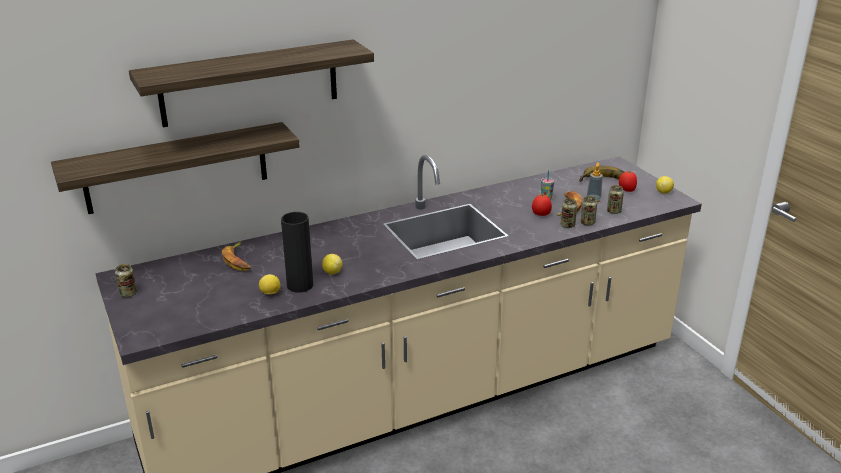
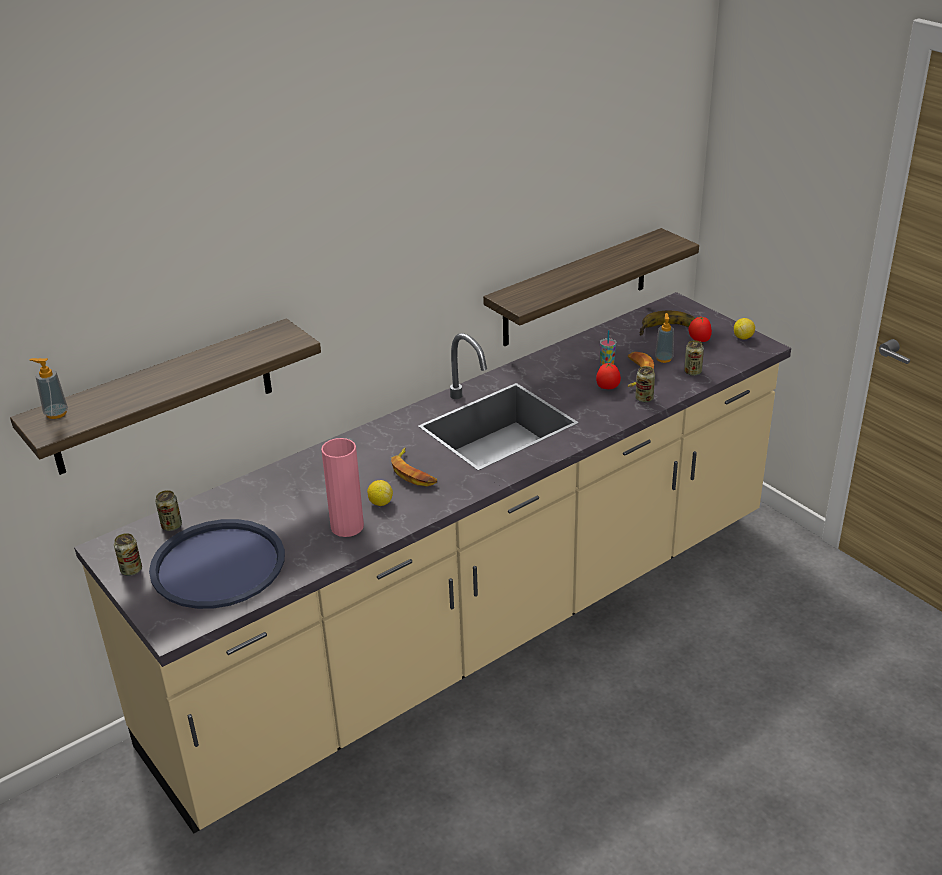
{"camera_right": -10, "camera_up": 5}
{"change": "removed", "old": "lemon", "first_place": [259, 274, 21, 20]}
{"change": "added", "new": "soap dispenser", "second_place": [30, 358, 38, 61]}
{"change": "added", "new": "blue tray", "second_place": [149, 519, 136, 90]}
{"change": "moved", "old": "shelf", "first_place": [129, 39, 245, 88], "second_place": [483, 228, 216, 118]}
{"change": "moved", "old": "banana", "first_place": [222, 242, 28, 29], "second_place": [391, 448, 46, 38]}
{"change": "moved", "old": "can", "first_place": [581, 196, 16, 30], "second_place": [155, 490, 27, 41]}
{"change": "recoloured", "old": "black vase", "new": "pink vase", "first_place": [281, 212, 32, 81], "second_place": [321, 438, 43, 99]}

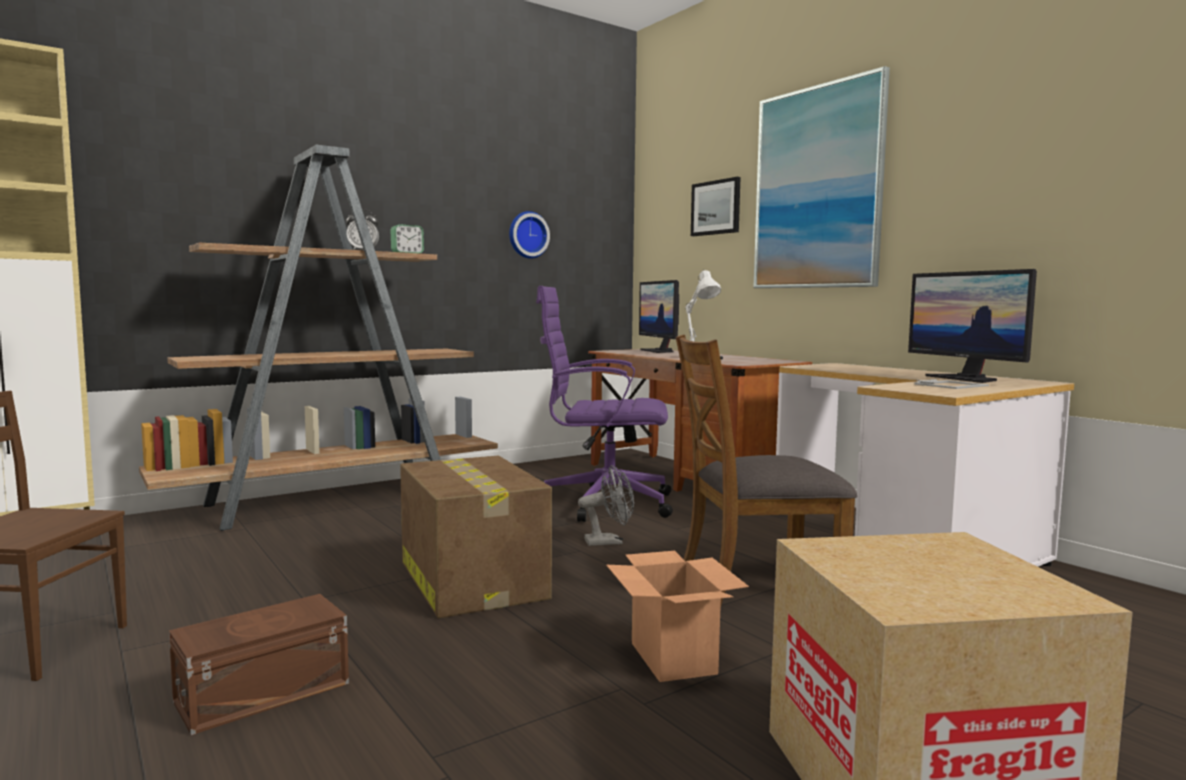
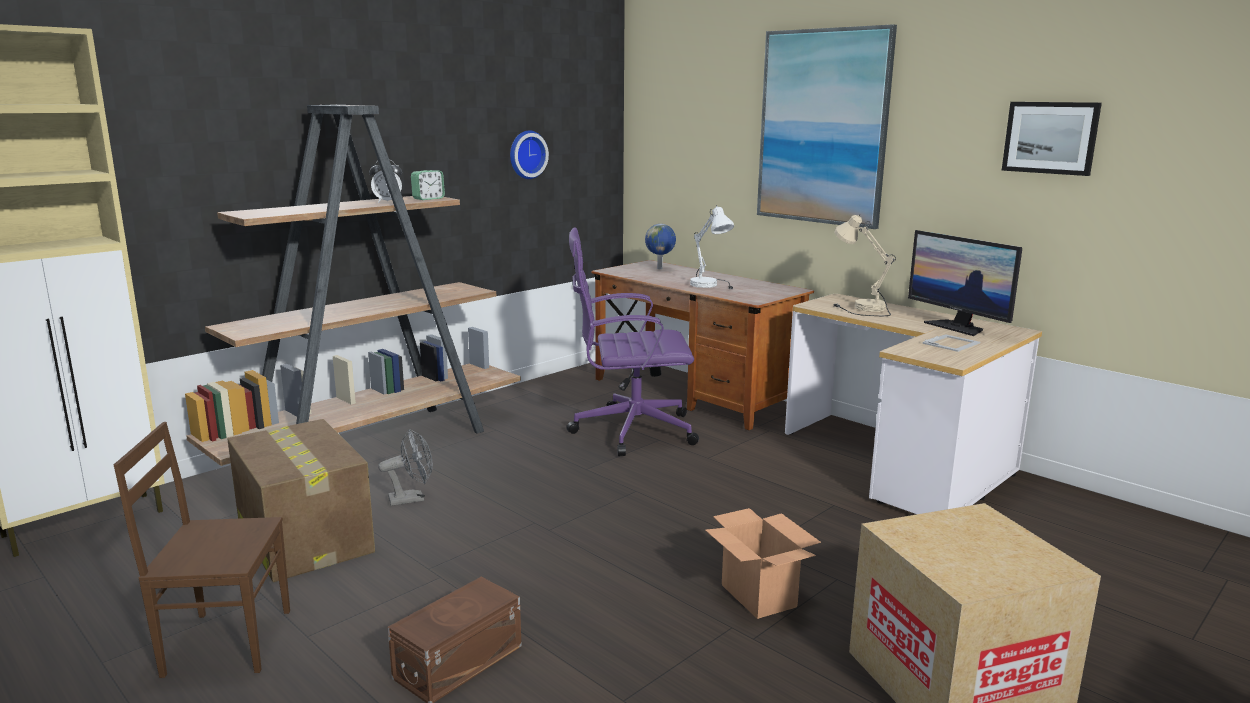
{"camera_right": -10, "camera_up": 10}
{"change": "removed", "old": "brown chair", "first_place": [676, 335, 181, 273]}
{"change": "added", "new": "beige table lamp", "second_place": [833, 215, 63, 101]}
{"change": "moved", "old": "cardboard box", "first_place": [400, 456, 152, 162], "second_place": [227, 419, 148, 163]}
{"change": "moved", "old": "grey fan", "first_place": [578, 465, 56, 81], "second_place": [378, 429, 55, 77]}
{"change": "moved", "old": "picture", "first_place": [691, 177, 50, 59], "second_place": [1002, 102, 100, 74]}
{"change": "replaced", "old": "monitor", "new": "globe", "first_place": [639, 280, 40, 73], "second_place": [645, 224, 31, 45]}

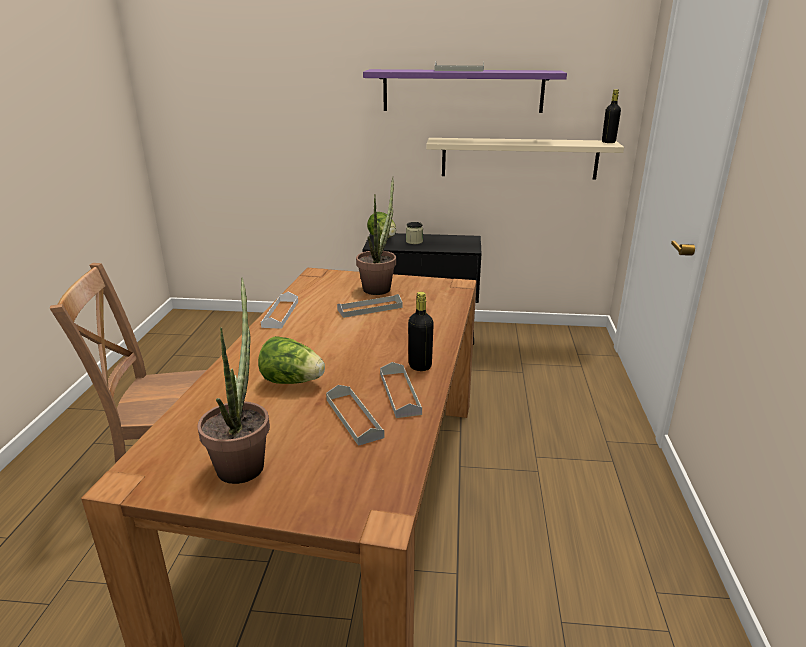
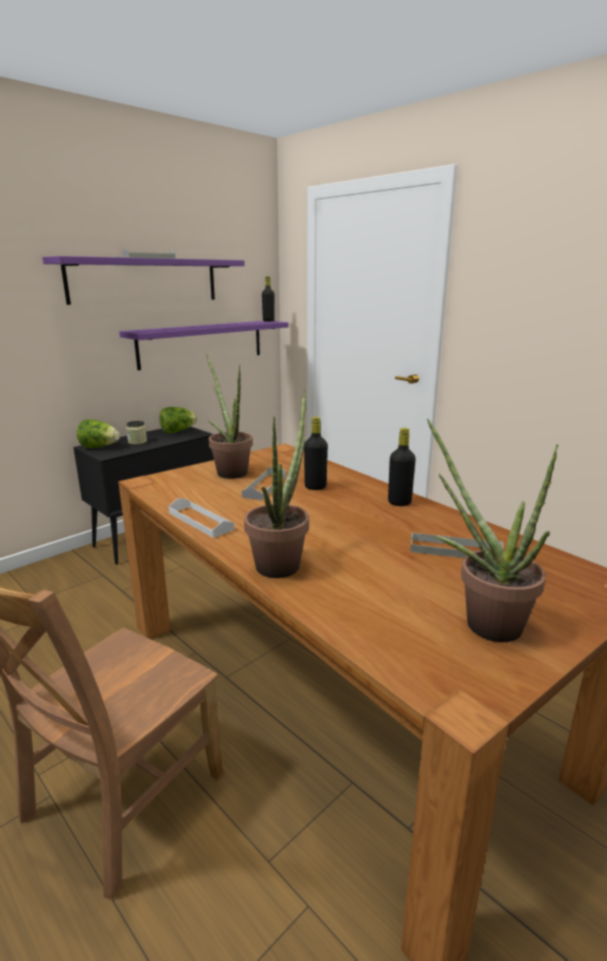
{"camera_right": -50, "camera_up": -5}
{"change": "removed", "old": "grey tray", "first_place": [380, 362, 42, 56]}
{"change": "added", "new": "potted plant", "second_place": [244, 389, 65, 189]}
{"change": "added", "new": "black bottle", "second_place": [304, 417, 24, 73]}
{"change": "moved", "old": "lettuce", "first_place": [258, 336, 67, 48], "second_place": [159, 407, 38, 26]}
{"change": "recoloured", "old": "beige shelf", "new": "purple shelf", "first_place": [426, 138, 198, 42], "second_place": [119, 321, 170, 49]}

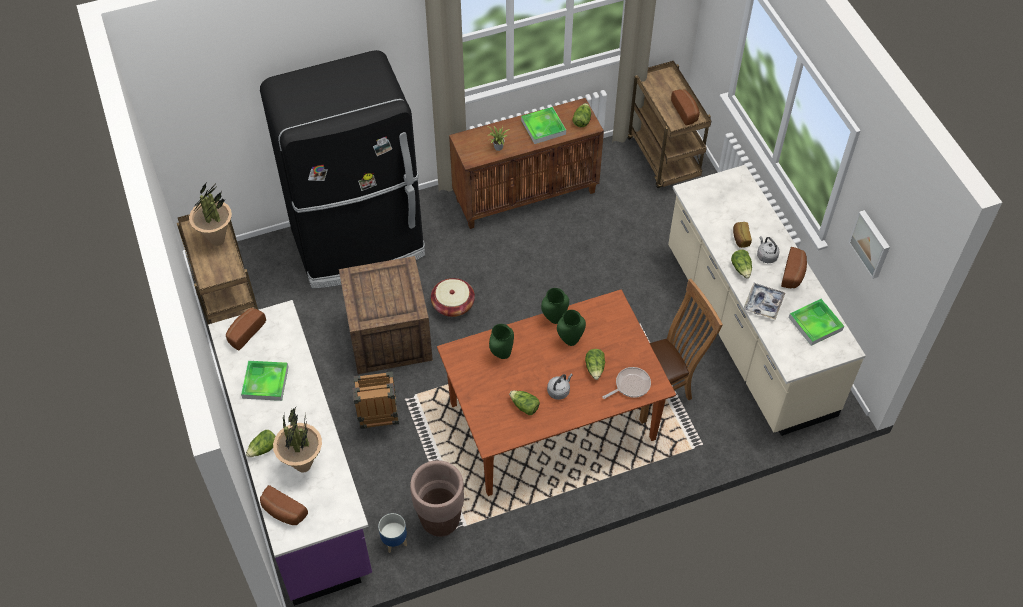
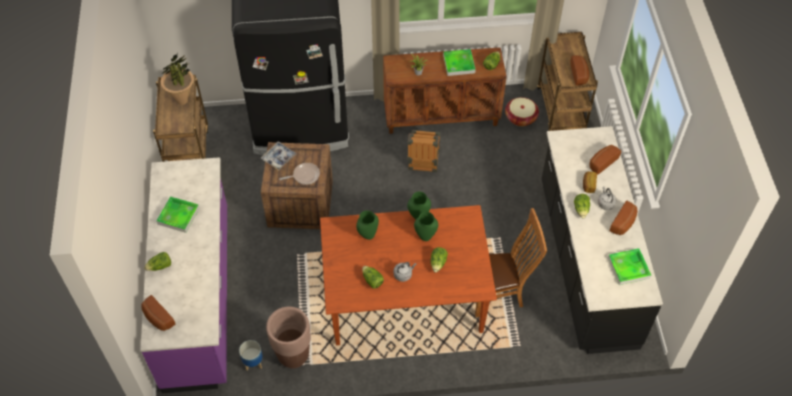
{"camera_right": 15, "camera_up": 0}
{"change": "removed", "old": "potted plant", "first_place": [273, 407, 49, 65]}
{"change": "removed", "old": "picture", "first_place": [848, 210, 42, 69]}
{"change": "moved", "old": "bread", "first_place": [226, 308, 40, 42], "second_place": [590, 145, 31, 30]}
{"change": "moved", "old": "crate", "first_place": [353, 371, 46, 58], "second_place": [407, 130, 33, 42]}
{"change": "moved", "old": "basket", "first_place": [431, 278, 44, 39], "second_place": [505, 97, 34, 29]}
{"change": "moved", "old": "frying pan", "first_place": [602, 367, 49, 32], "second_place": [279, 163, 41, 22]}
{"change": "moved", "old": "tray", "first_place": [744, 283, 42, 37], "second_place": [261, 142, 36, 28]}
{"change": "recoloured", "old": "beige counter", "new": "black counter", "first_place": [668, 165, 198, 271], "second_place": [542, 126, 121, 228]}

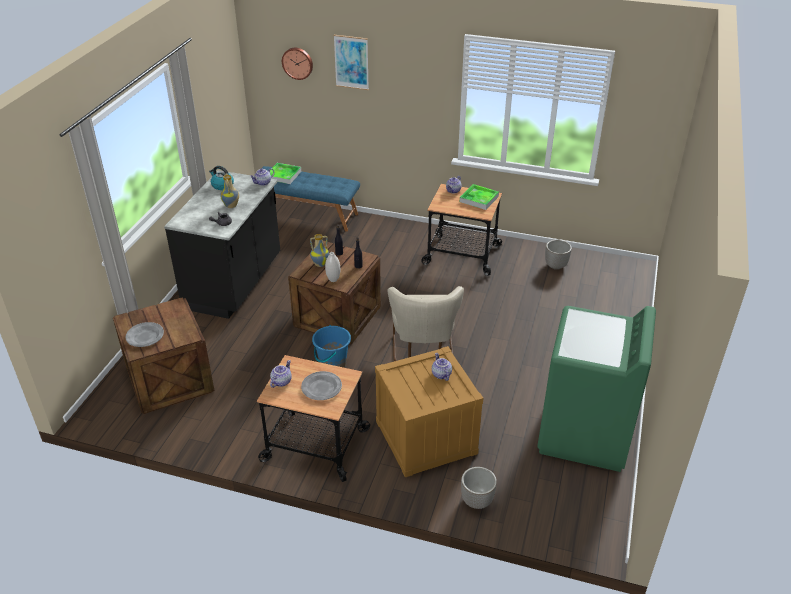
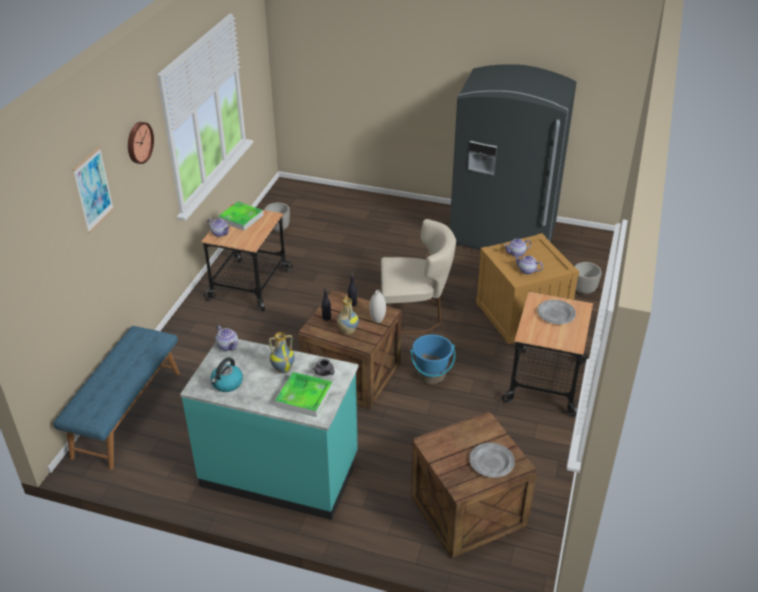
{"camera_right": -90, "camera_up": 0}
{"change": "moved", "old": "tray", "first_place": [270, 163, 31, 21], "second_place": [275, 372, 58, 45]}
{"change": "moved", "old": "teapot", "first_place": [270, 360, 22, 28], "second_place": [514, 255, 29, 20]}
{"change": "moved", "old": "wall clock", "first_place": [282, 48, 31, 32], "second_place": [128, 122, 26, 42]}
{"change": "replaced", "old": "green washing machine", "new": "grey fridge", "first_place": [537, 306, 119, 166], "second_place": [450, 64, 127, 186]}
{"change": "recoloured", "old": "black counter", "new": "turquoise counter", "first_place": [164, 170, 116, 149], "second_place": [180, 339, 179, 181]}

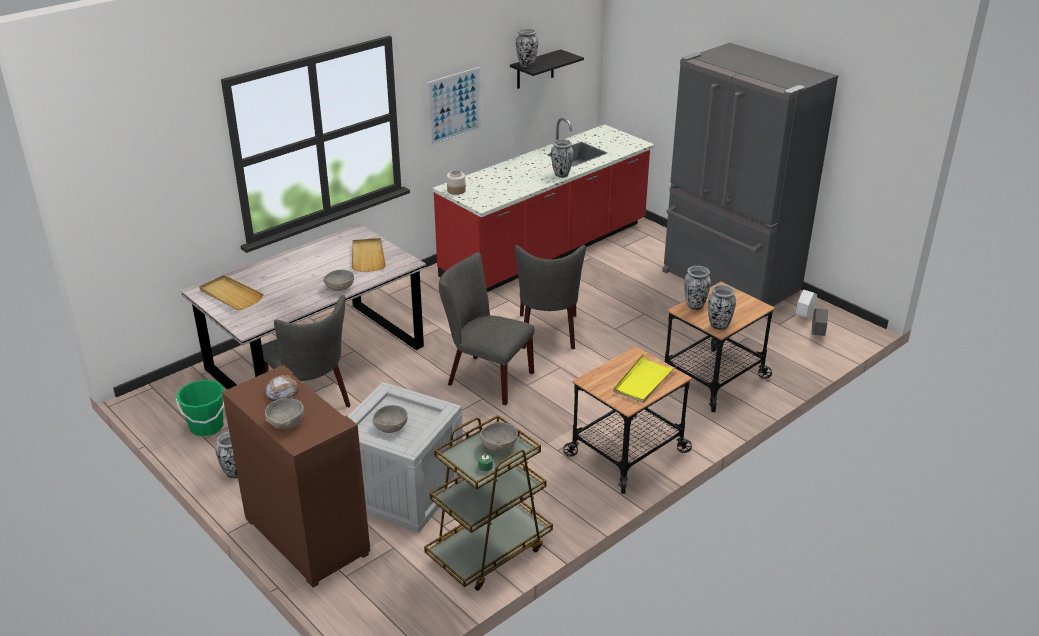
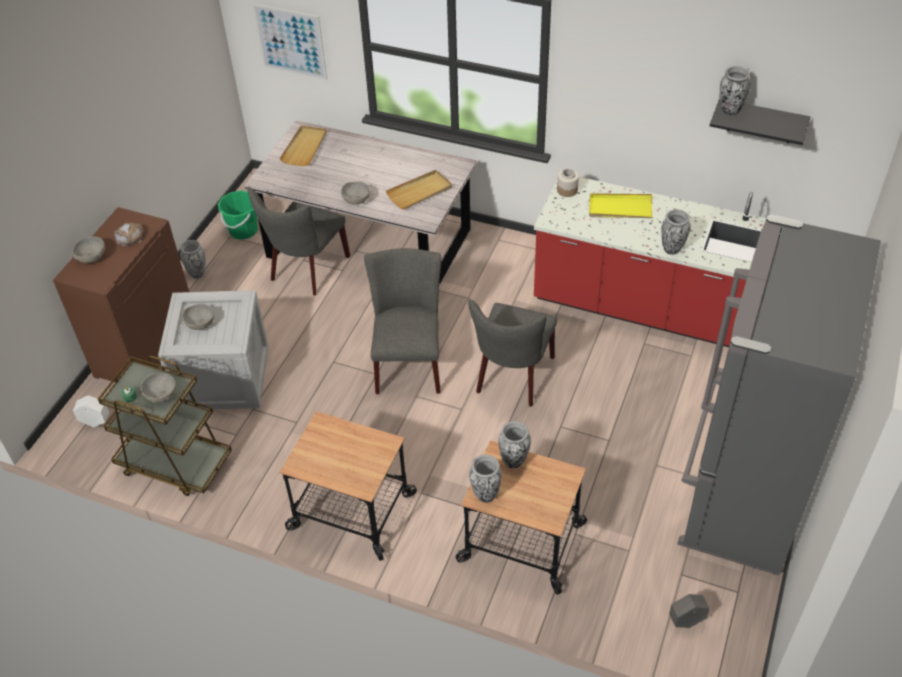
{"camera_right": 65, "camera_up": 15}
{"change": "moved", "old": "picture", "first_place": [427, 67, 54, 79], "second_place": [253, 4, 74, 76]}
{"change": "moved", "old": "yellow tray", "first_place": [613, 354, 64, 49], "second_place": [589, 193, 64, 25]}
{"change": "moved", "old": "white planter", "first_place": [796, 290, 21, 29], "second_place": [73, 395, 36, 32]}
{"change": "turned", "old": "grey chair", "first_place": [515, 245, 71, 105], "second_place": [468, 299, 89, 108], "degrees": -45}

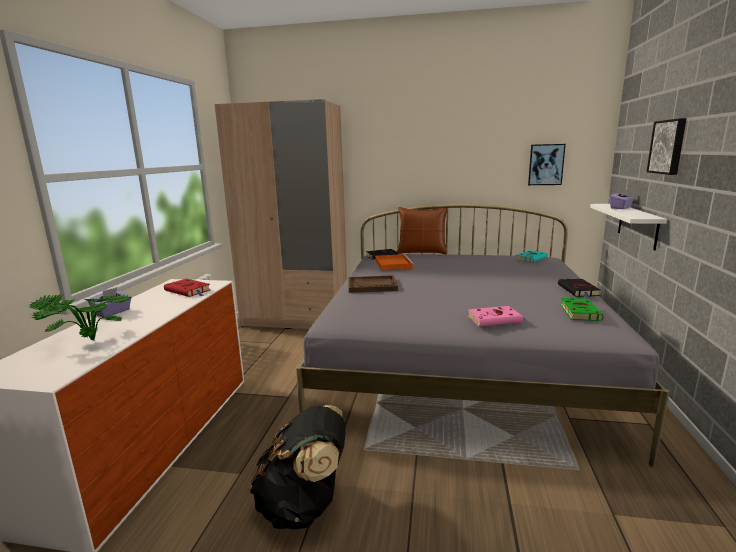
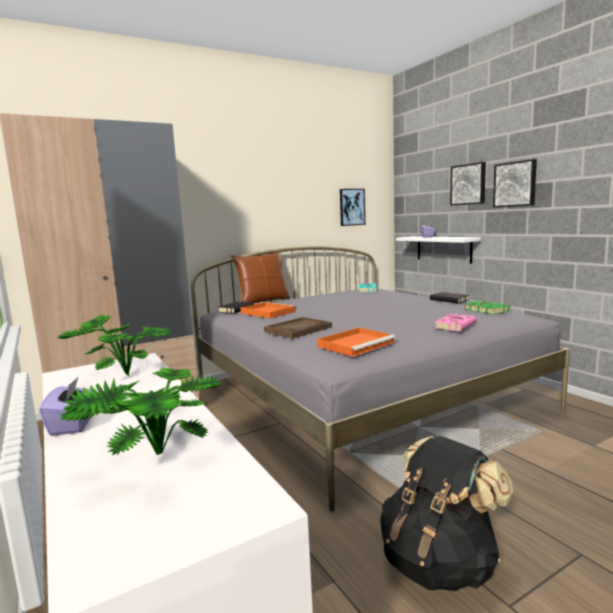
{"camera_right": -40, "camera_up": -5}
{"change": "added", "new": "orange tray", "second_place": [317, 327, 78, 30]}
{"change": "added", "new": "picture", "second_place": [493, 159, 44, 48]}
{"change": "replaced", "old": "red book", "new": "potted plant", "first_place": [164, 279, 46, 18], "second_place": [57, 315, 114, 61]}

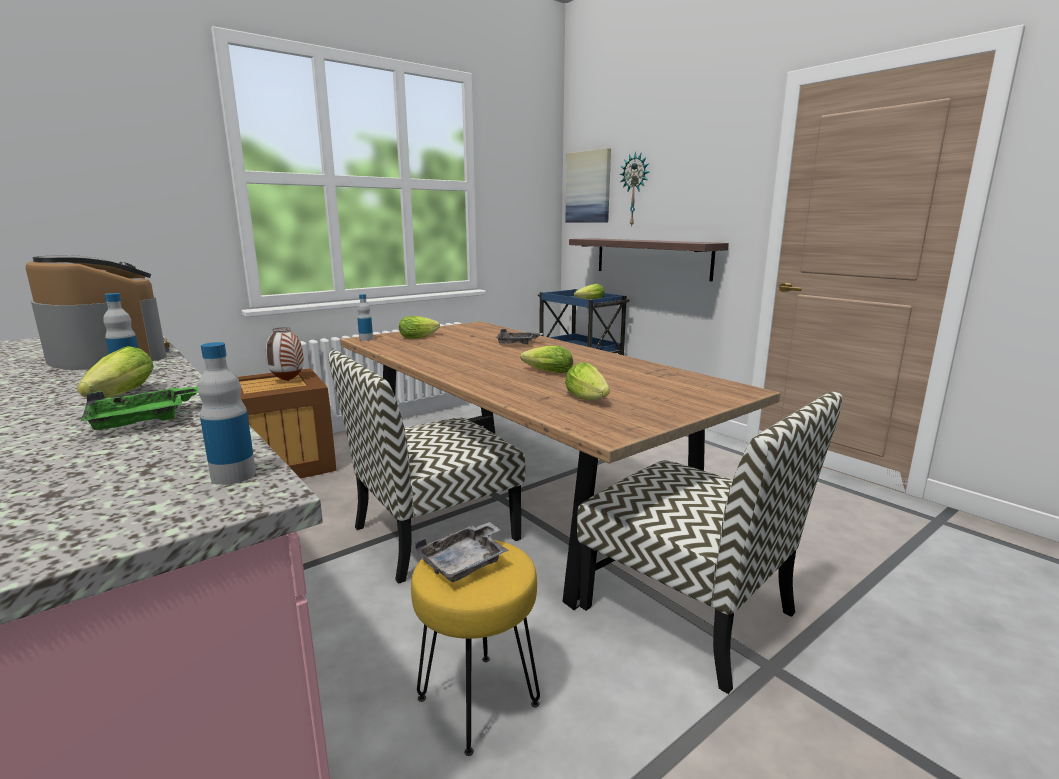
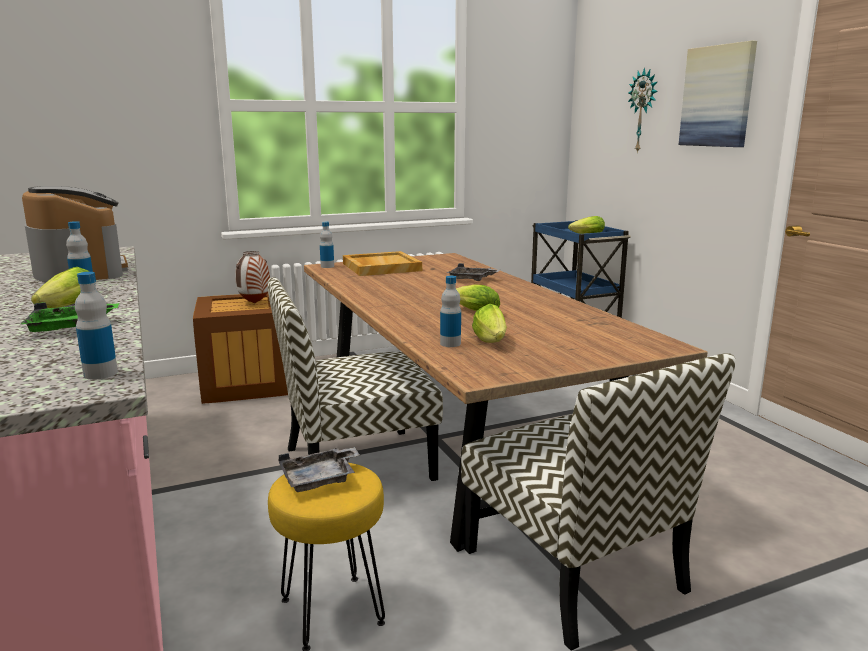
{"camera_right": 15, "camera_up": 0}
{"change": "removed", "old": "shelf", "first_place": [569, 238, 160, 43]}
{"change": "added", "new": "bottle", "second_place": [440, 276, 21, 71]}
{"change": "moved", "old": "picture", "first_place": [565, 148, 46, 75], "second_place": [678, 41, 79, 106]}
{"change": "replaced", "old": "lettuce", "new": "beige tray", "first_place": [399, 316, 41, 23], "second_place": [343, 251, 79, 25]}

